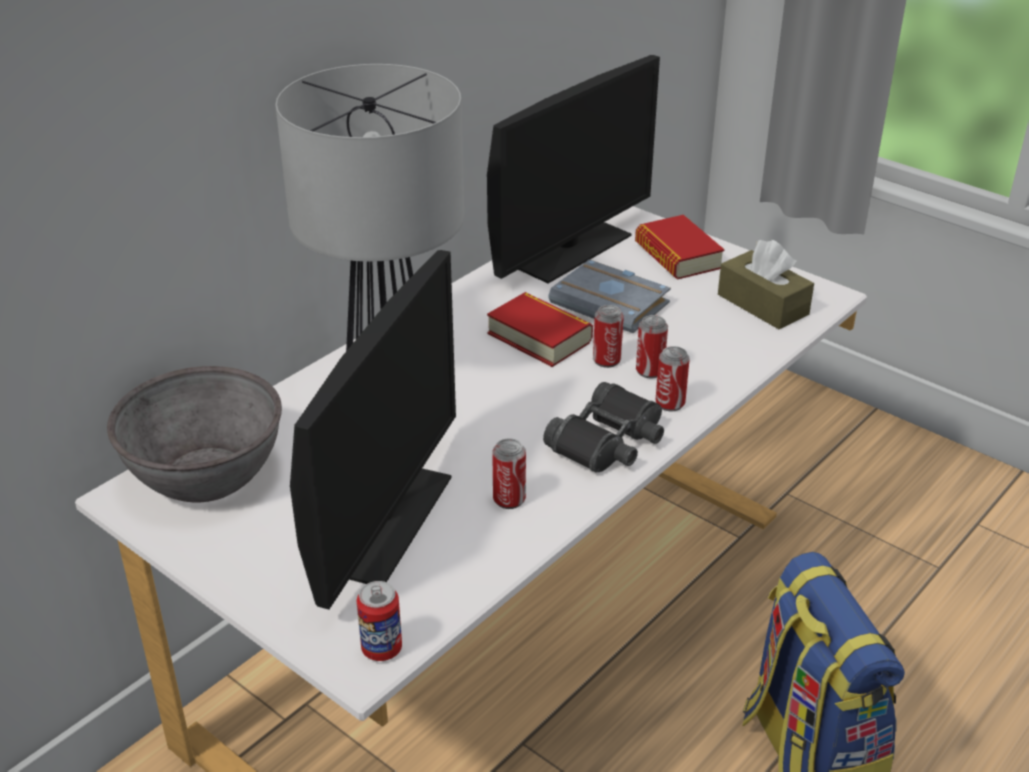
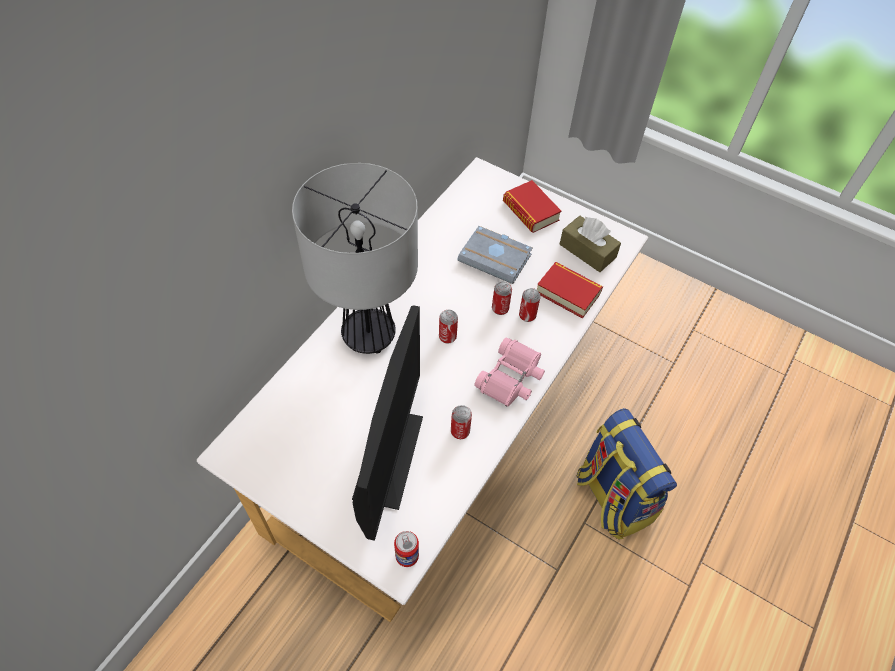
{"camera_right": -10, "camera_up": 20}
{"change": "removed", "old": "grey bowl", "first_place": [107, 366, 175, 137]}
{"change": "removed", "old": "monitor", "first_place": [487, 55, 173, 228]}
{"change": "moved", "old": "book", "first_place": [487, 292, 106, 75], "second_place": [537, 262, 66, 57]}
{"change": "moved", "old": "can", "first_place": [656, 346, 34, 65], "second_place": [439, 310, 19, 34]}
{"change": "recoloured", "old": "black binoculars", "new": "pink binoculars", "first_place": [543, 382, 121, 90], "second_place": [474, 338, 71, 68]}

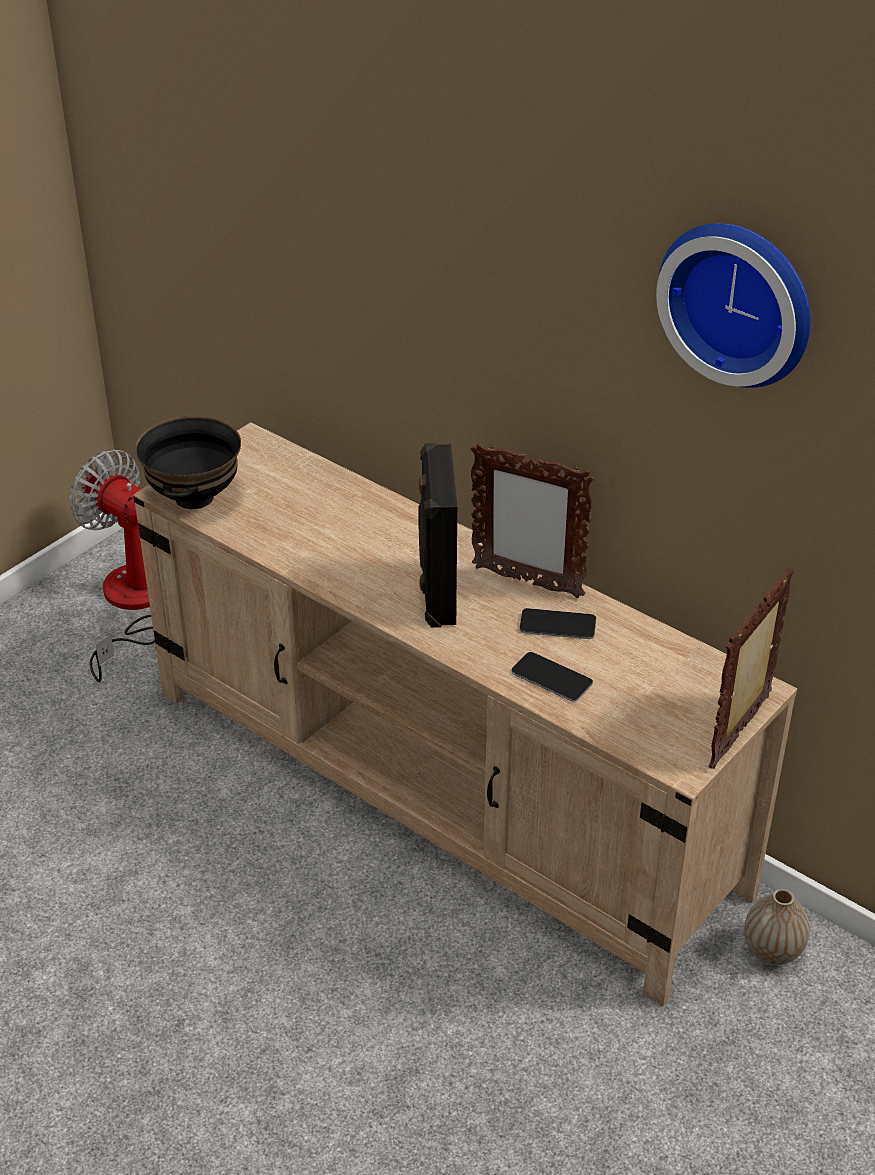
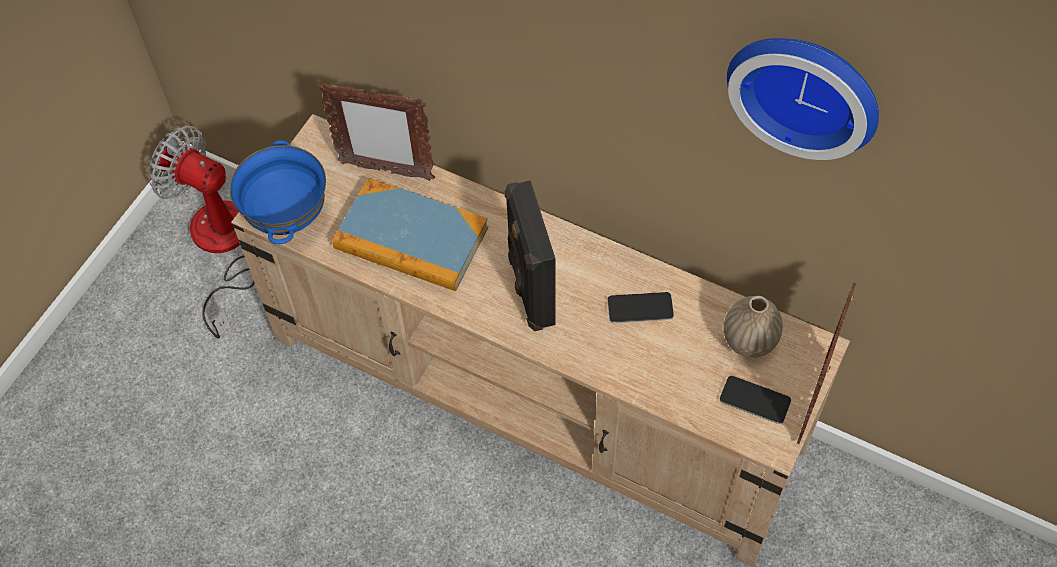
{"camera_right": -10, "camera_up": 20}
{"change": "added", "new": "book", "second_place": [332, 178, 156, 113]}
{"change": "moved", "old": "picture frame", "first_place": [471, 443, 124, 155], "second_place": [318, 82, 117, 99]}
{"change": "moved", "old": "phone", "first_place": [512, 652, 81, 50], "second_place": [720, 376, 71, 48]}
{"change": "moved", "old": "vase", "first_place": [744, 888, 66, 77], "second_place": [724, 296, 59, 62]}
{"change": "recoloured", "old": "black bowl", "new": "blue bowl", "first_place": [135, 416, 106, 93], "second_place": [230, 140, 96, 104]}

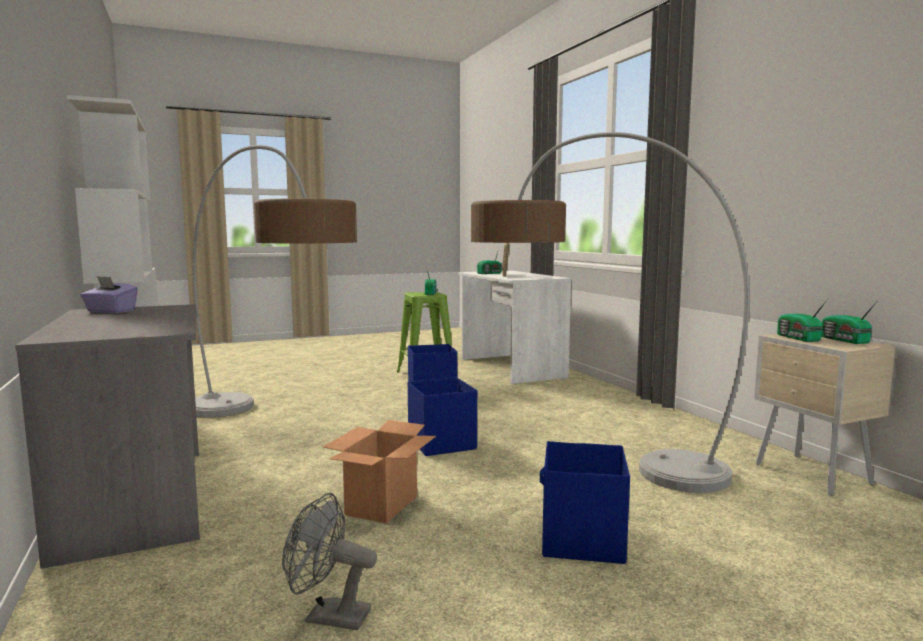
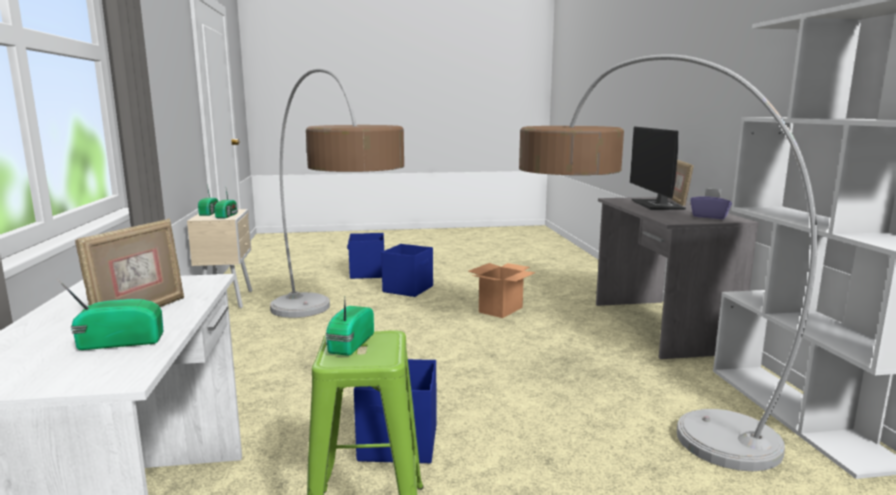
{"camera_right": -165, "camera_up": 5}
{"change": "removed", "old": "grey fan", "first_place": [282, 493, 95, 137]}
{"change": "added", "new": "monitor", "second_place": [630, 126, 56, 84]}
{"change": "added", "new": "picture frame", "second_place": [671, 160, 23, 46]}
{"change": "moved", "old": "blue storage box", "first_place": [408, 377, 69, 79], "second_place": [347, 233, 37, 46]}

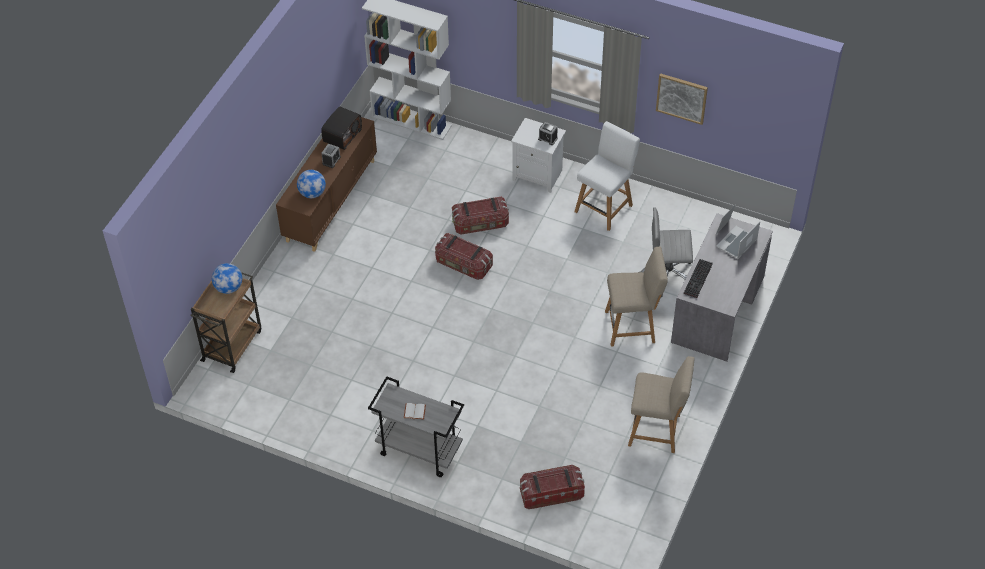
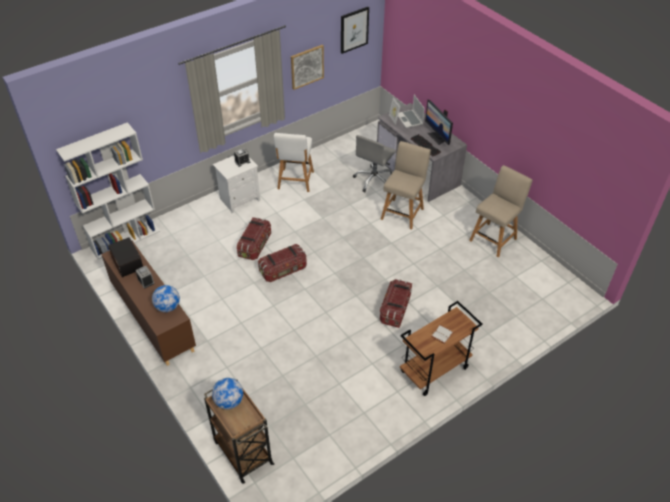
{"camera_right": -60, "camera_up": -5}
{"change": "added", "new": "picture", "second_place": [341, 7, 28, 47]}
{"change": "added", "new": "monitor", "second_place": [425, 100, 28, 45]}
{"change": "moved", "old": "storage box", "first_place": [520, 465, 65, 44], "second_place": [380, 279, 32, 49]}
{"change": "recoloured", "old": "grey cart", "new": "brown cart", "first_place": [368, 376, 96, 101], "second_place": [400, 301, 83, 95]}
{"change": "turned", "old": "white chair", "first_place": [574, 121, 66, 110], "second_place": [274, 133, 40, 59], "degrees": -150}

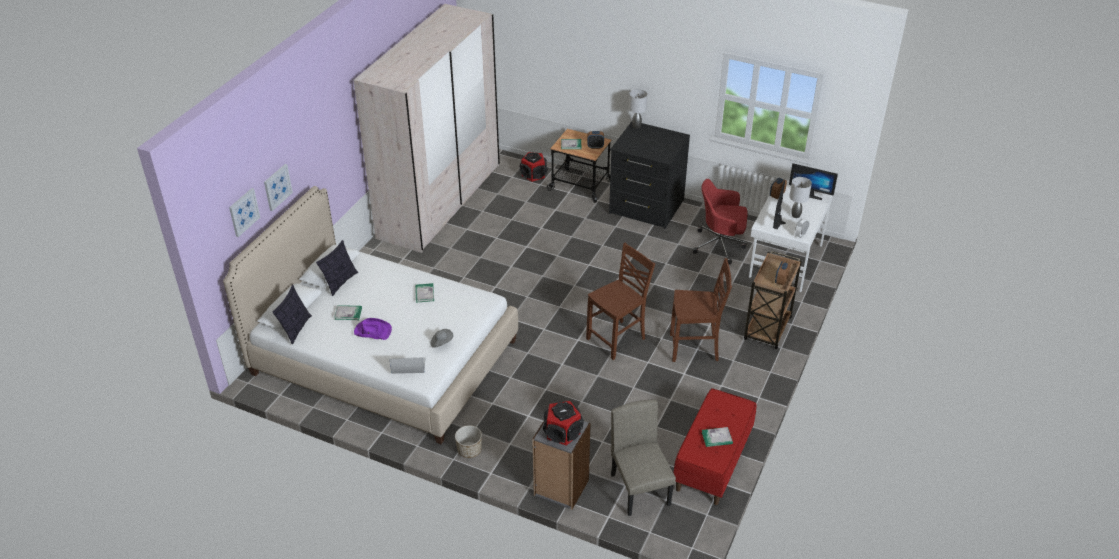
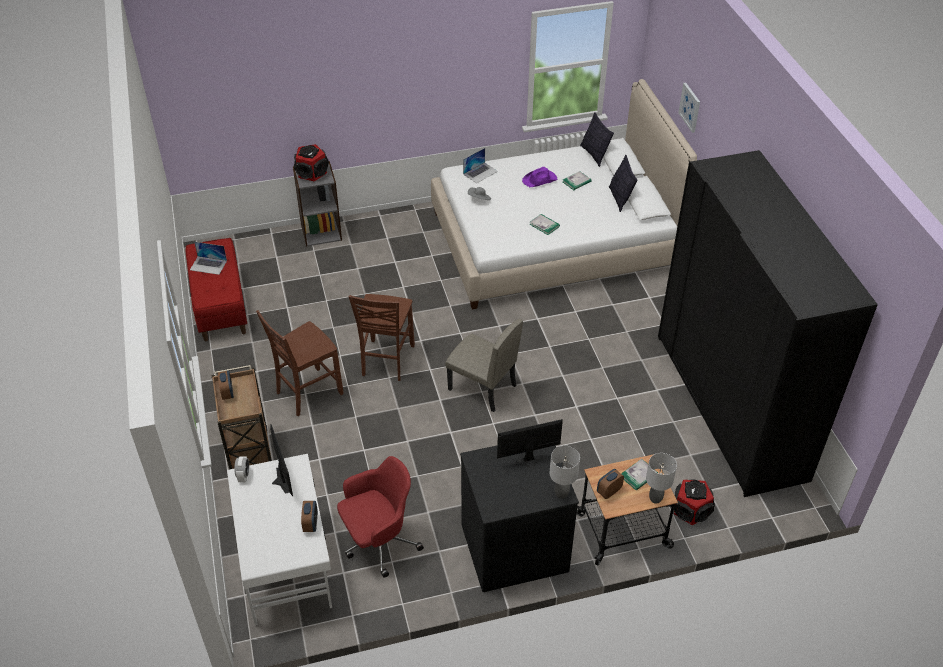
{"camera_right": 140, "camera_up": 5}
{"change": "removed", "old": "picture", "first_place": [229, 188, 31, 49]}
{"change": "removed", "old": "planter", "first_place": [455, 425, 27, 33]}
{"change": "moved", "old": "beige chair", "first_place": [611, 400, 65, 116], "second_place": [445, 319, 78, 93]}
{"change": "moved", "old": "monitor", "first_place": [789, 163, 49, 37], "second_place": [497, 419, 66, 51]}
{"change": "moved", "old": "grey table lamp", "first_place": [789, 177, 23, 41], "second_place": [646, 453, 31, 51]}
{"change": "replaced", "old": "book", "new": "laptop", "first_place": [702, 427, 31, 20], "second_place": [190, 242, 37, 33]}
{"change": "recoloured", "old": "beige wardrobe", "new": "black wardrobe", "first_place": [353, 4, 147, 249], "second_place": [658, 150, 220, 347]}

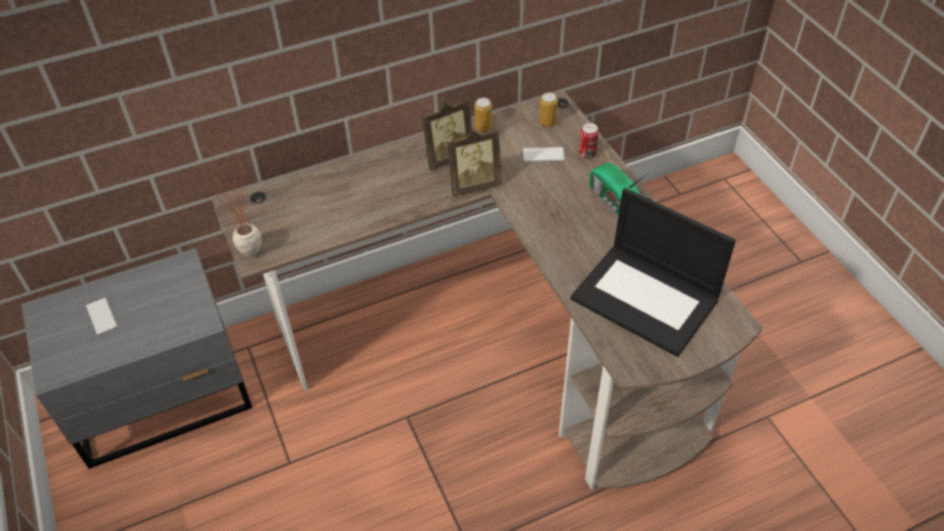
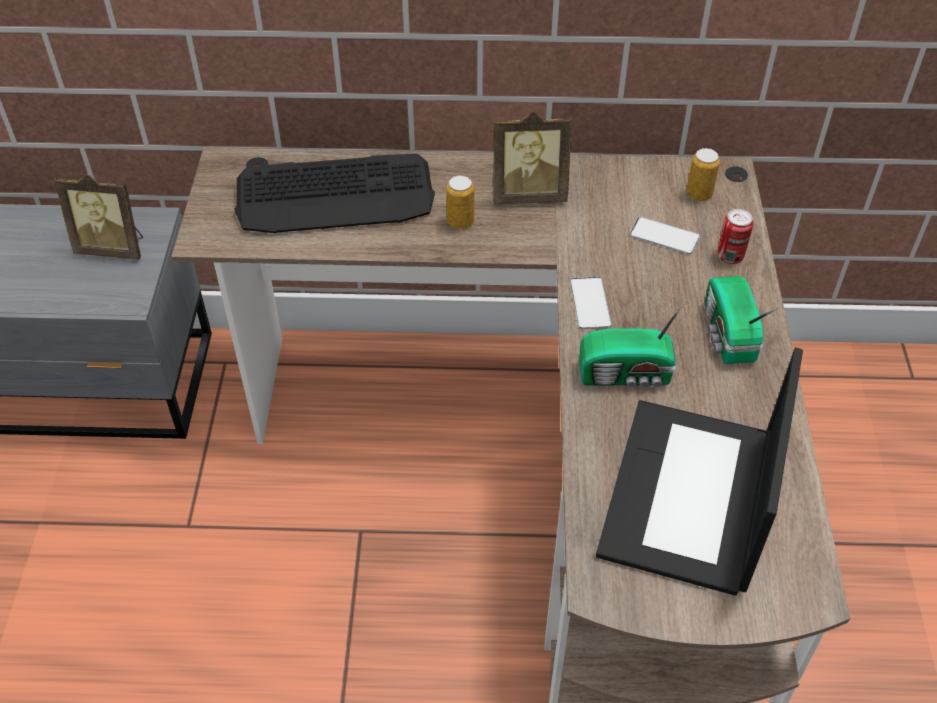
{"camera_right": 25, "camera_up": 0}
{"change": "removed", "old": "potted plant", "first_place": [198, 128, 64, 129]}
{"change": "added", "new": "keyboard", "second_place": [234, 154, 201, 79]}
{"change": "added", "new": "radio", "second_place": [579, 298, 108, 90]}
{"change": "moved", "old": "phone", "first_place": [86, 297, 32, 38], "second_place": [570, 277, 41, 52]}
{"change": "moved", "old": "picture frame", "first_place": [447, 129, 55, 68], "second_place": [54, 174, 89, 86]}
{"change": "moved", "old": "can", "first_place": [474, 98, 18, 34], "second_place": [446, 175, 28, 54]}
{"change": "turned", "old": "laptop", "first_place": [570, 188, 166, 169], "second_place": [596, 347, 207, 248], "degrees": 45}

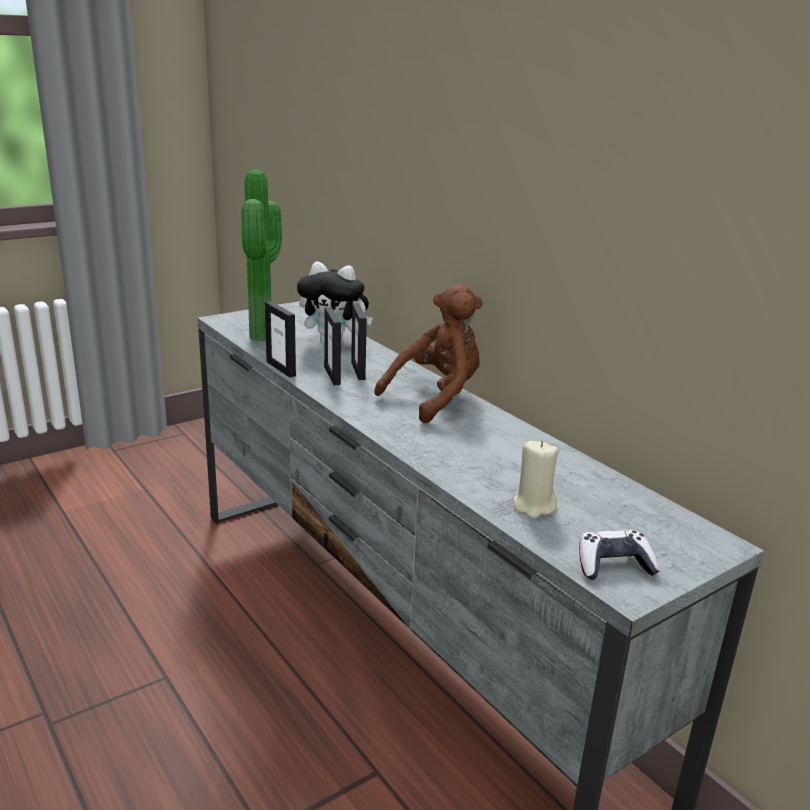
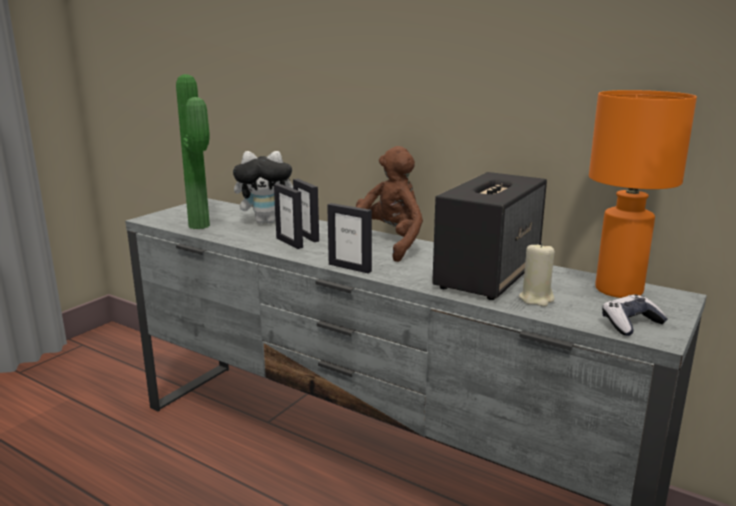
{"camera_right": -20, "camera_up": -5}
{"change": "added", "new": "speaker", "second_place": [432, 172, 115, 128]}
{"change": "added", "new": "orange table lamp", "second_place": [589, 90, 108, 208]}
{"change": "moved", "old": "picture frame", "first_place": [265, 301, 31, 76], "second_place": [327, 203, 45, 70]}

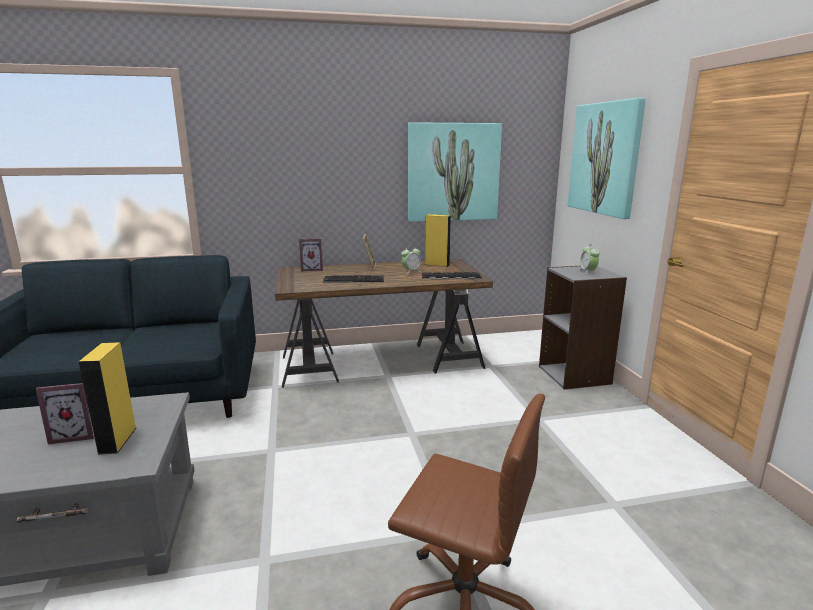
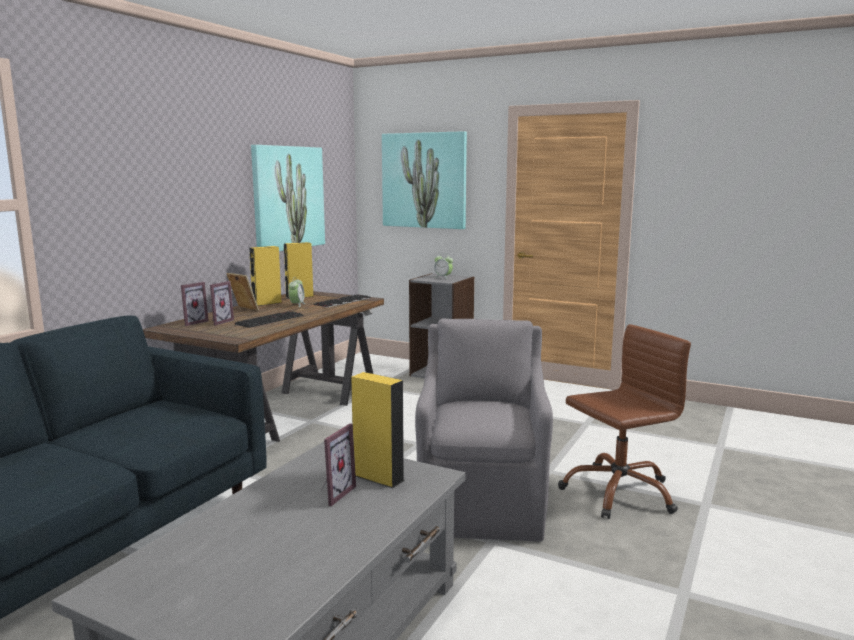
{"camera_right": -50, "camera_up": -5}
{"change": "added", "new": "picture frame", "second_place": [210, 281, 24, 45]}
{"change": "added", "new": "yellow speaker", "second_place": [249, 246, 32, 60]}
{"change": "added", "new": "grey armchair", "second_place": [415, 319, 138, 223]}

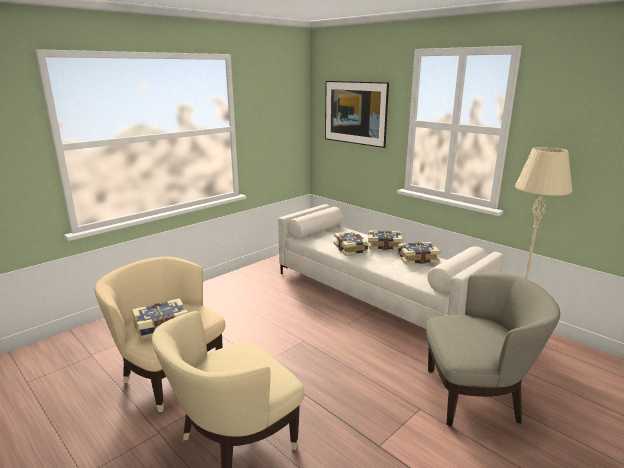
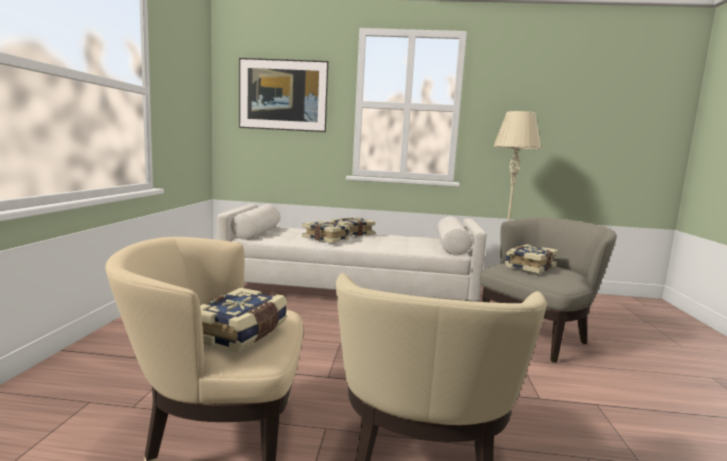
{"camera_right": -40, "camera_up": -10}
{"change": "moved", "old": "book", "first_place": [397, 242, 43, 23], "second_place": [505, 244, 53, 30]}

